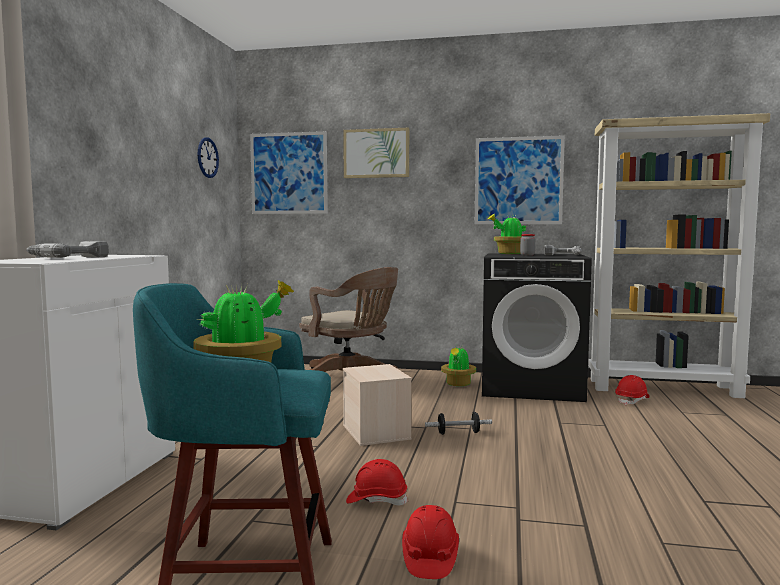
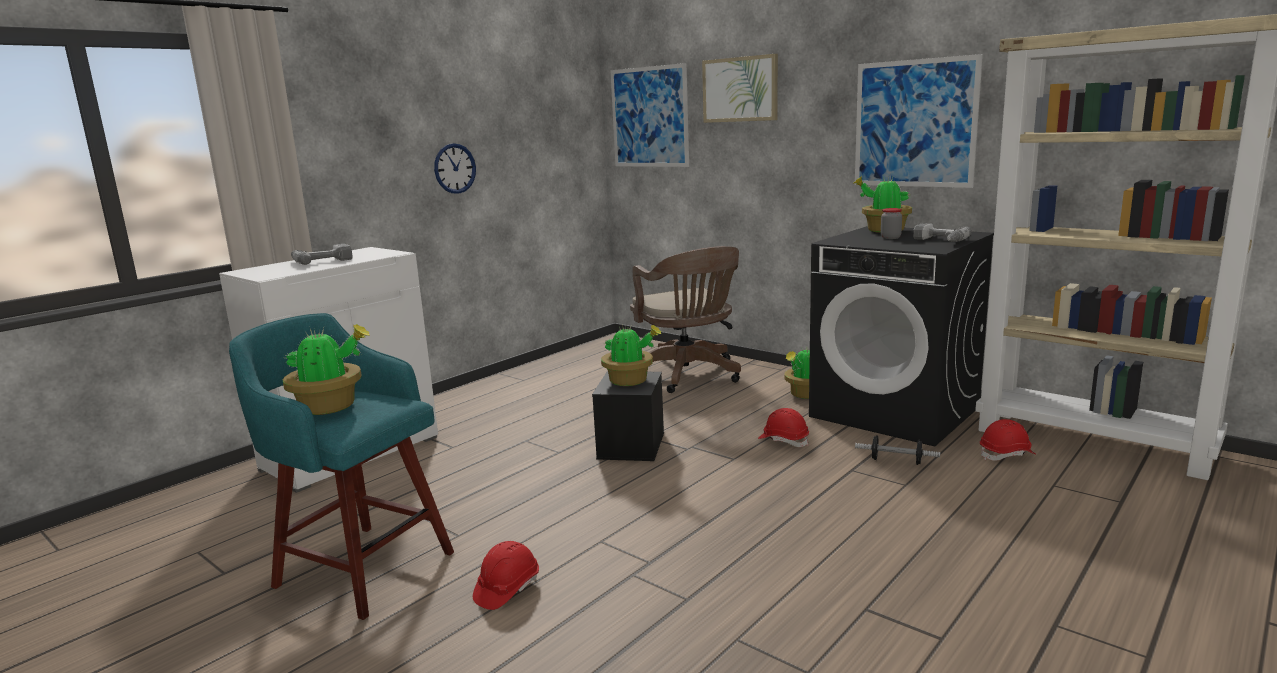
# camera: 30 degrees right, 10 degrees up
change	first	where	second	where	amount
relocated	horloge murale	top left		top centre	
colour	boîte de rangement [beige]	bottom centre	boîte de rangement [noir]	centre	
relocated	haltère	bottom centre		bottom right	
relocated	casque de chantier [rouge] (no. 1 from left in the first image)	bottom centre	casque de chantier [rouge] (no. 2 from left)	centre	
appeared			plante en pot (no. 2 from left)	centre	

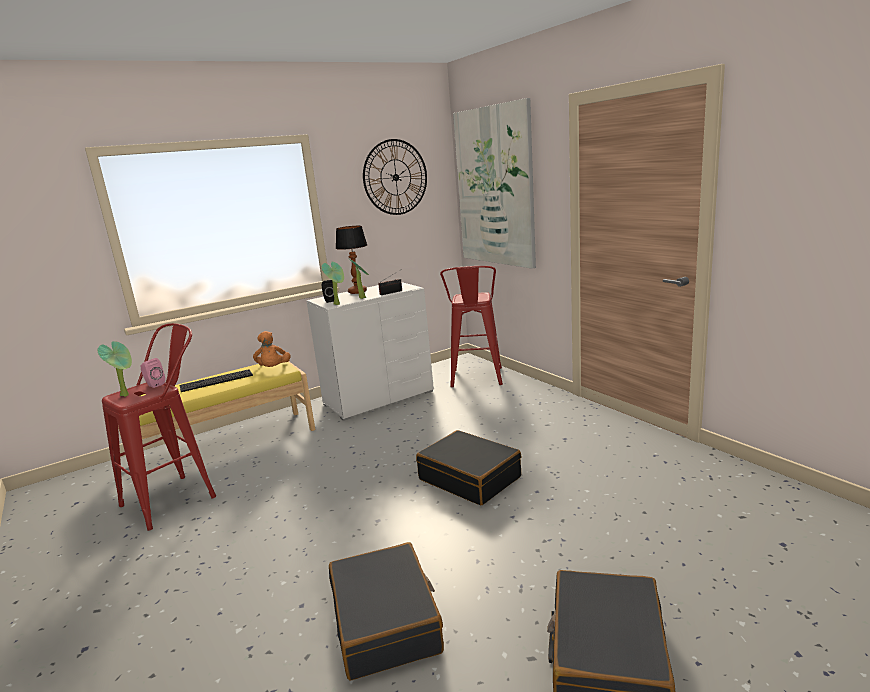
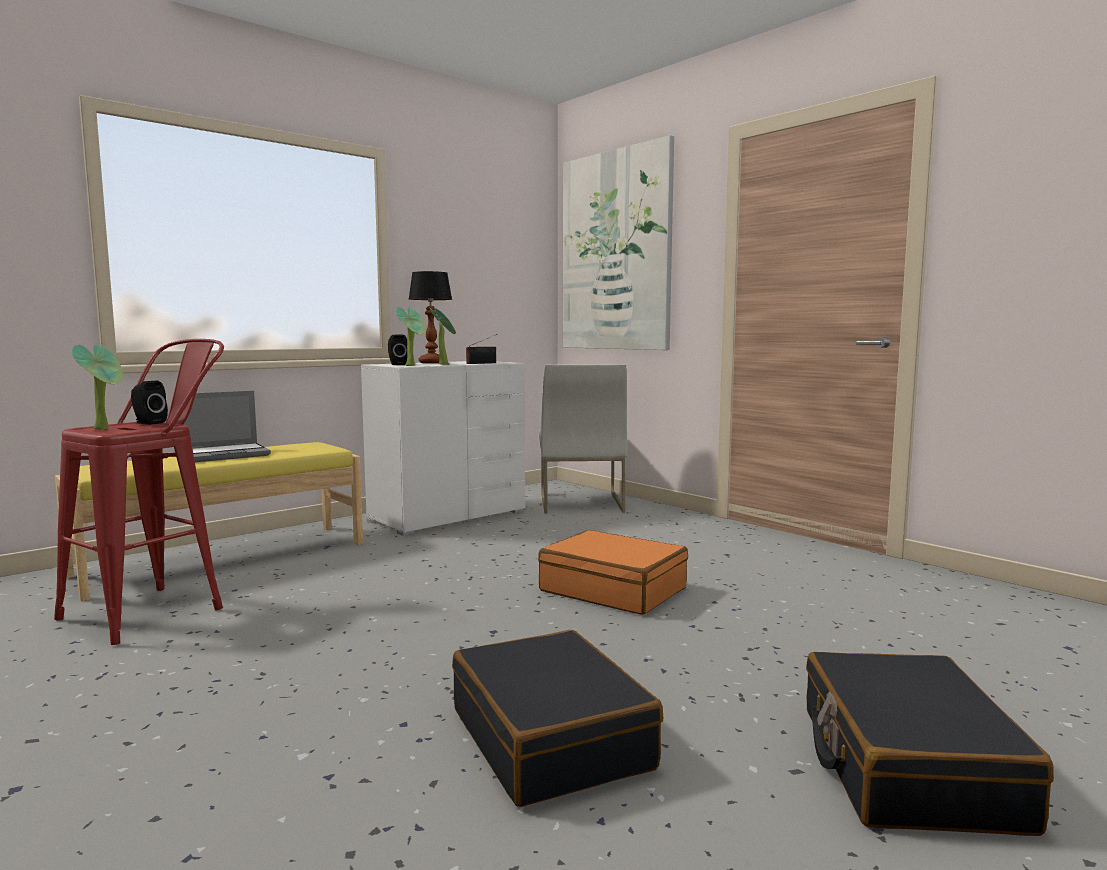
# camera: 10 degrees left, 10 degrees down
change	first	where	second	where	amount
missing	horloge murale	top centre			
exchanged	tabouret [rouge] (no. 2 from left)	centre	chaise [blanc]	centre	
missing	peluche [orange]	middle left			
colour	enceinte [rose]	middle left	enceinte [noir] (no. 1 from left)	middle left	
exchanged	clavier	middle left	ordinateur portable	middle left	
colour	valise [noir] (no. 2 from left)	bottom centre	valise [orange]	centre	

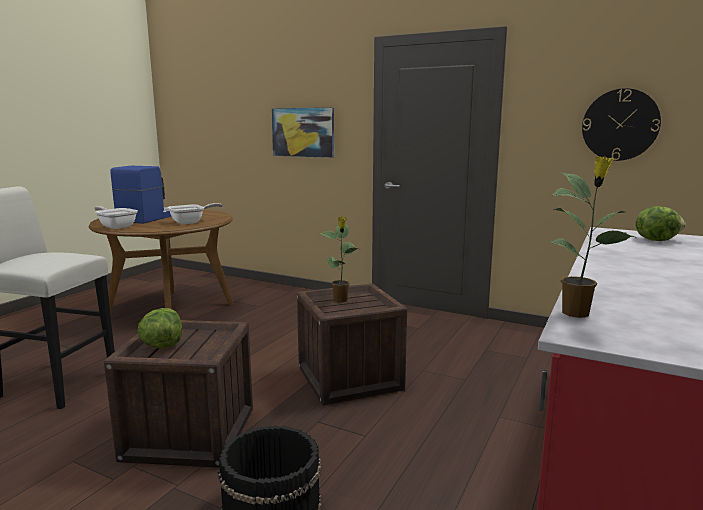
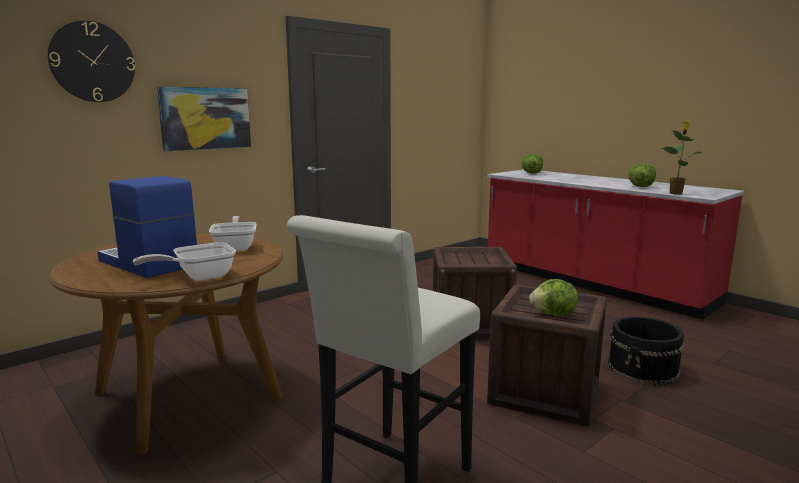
# camera: 70 degrees left, 0 degrees up
change	first	where	second	where	amount
relocated	horloge murale	top right		top left	
missing	plante en pot (no. 1 from left)	centre			
appeared			laitue (no. 3 from left)	middle right	

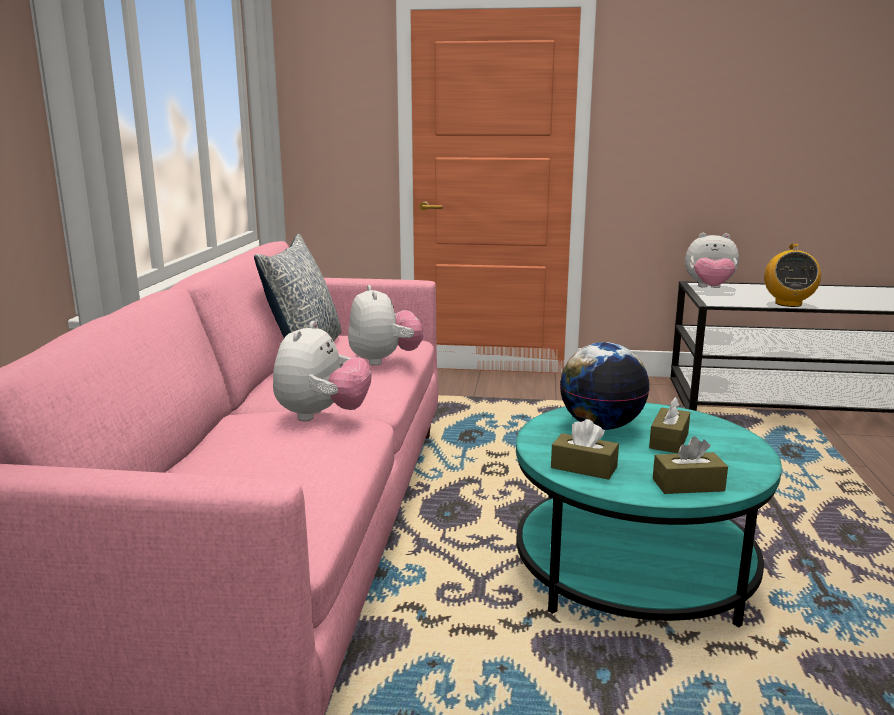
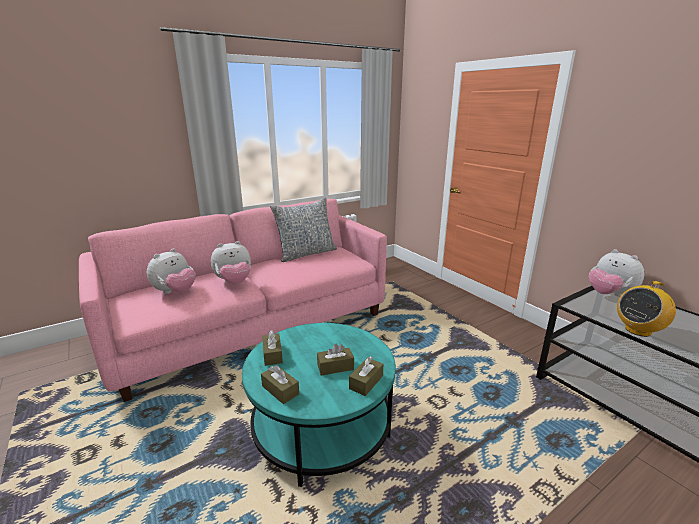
# camera: 50 degrees right, 5 degrees up
change	first	where	second	where	amount
relocated	peluche (no. 2 from left in the first image)	centre	peluche (no. 1 from left)	middle left	
missing	globe	middle right			
appeared			boîte à mouchoirs [marron] (no. 4 from left)	bottom centre	

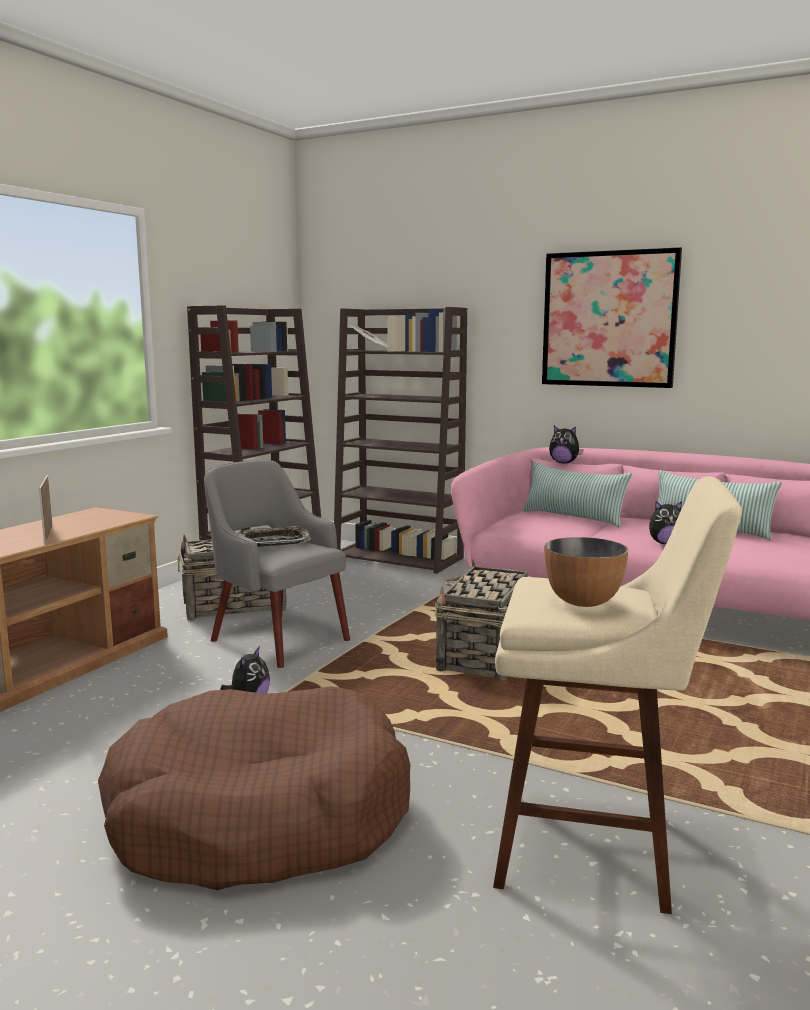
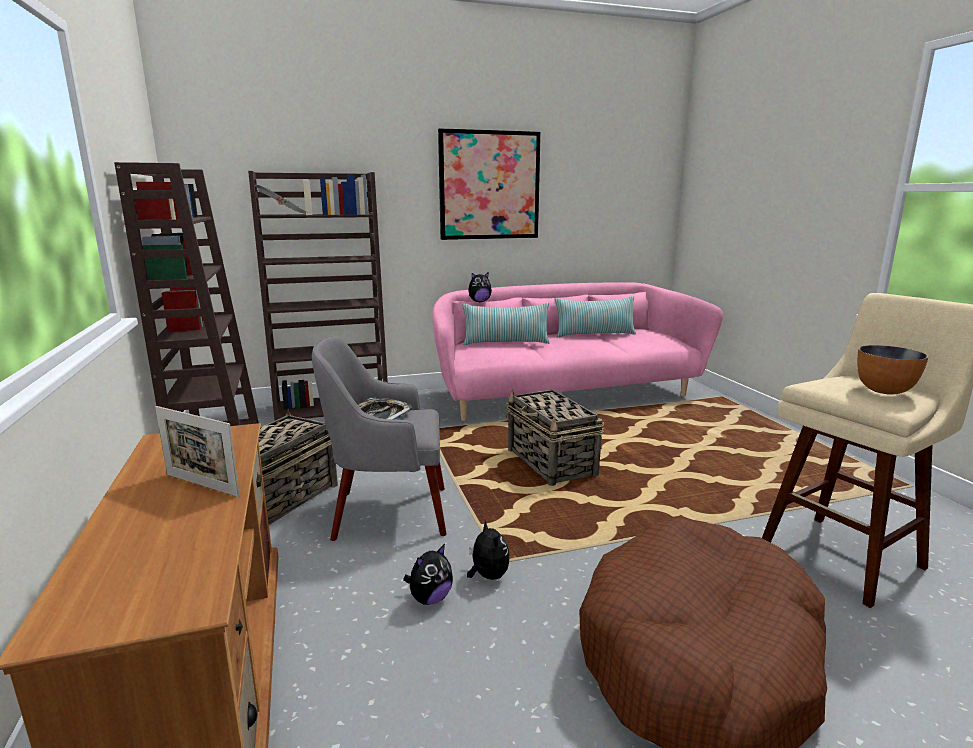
# camera: 45 degrees left, 5 degrees up
change	first	where	second	where	amount
relocated	peluche (no. 3 from left in the first image)	middle right	peluche (no. 1 from left)	bottom centre	

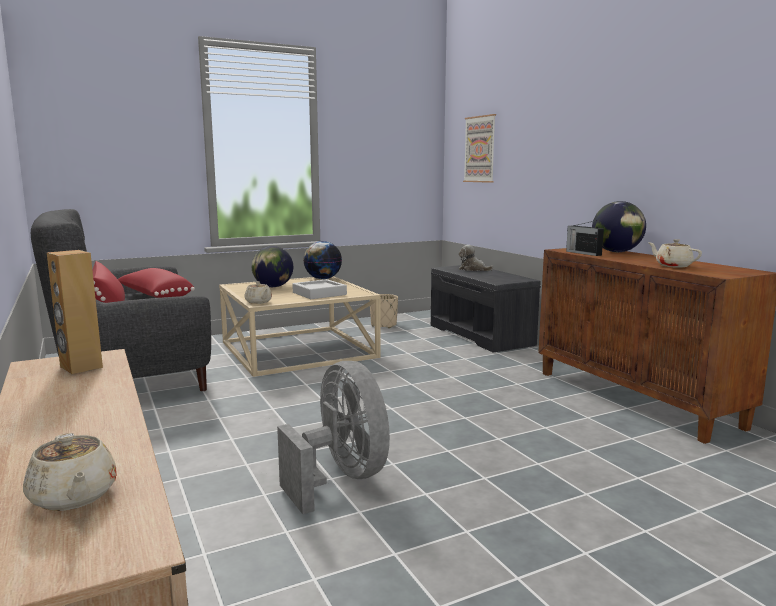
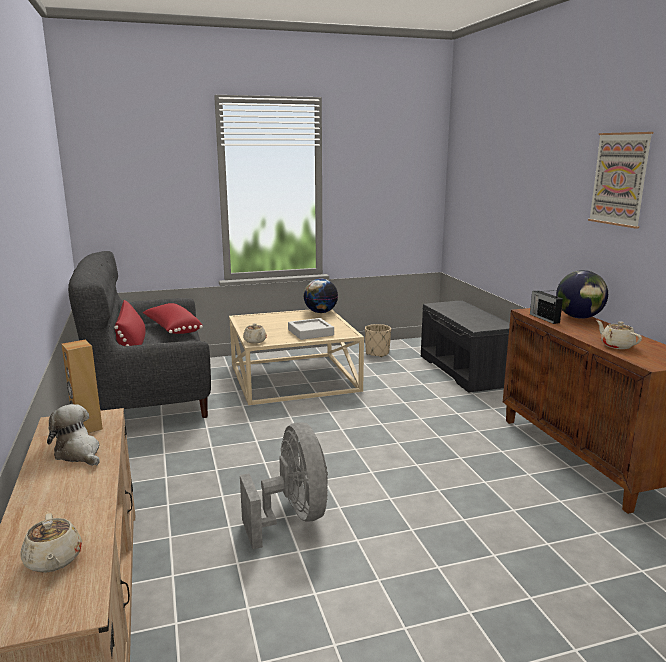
# camera: 10 degrees right, 5 degrees up
change	first	where	second	where	amount
relocated	tableau	top centre		top right	
relocated	peluche	centre		middle left	
missing	globe (no. 1 from left)	centre			

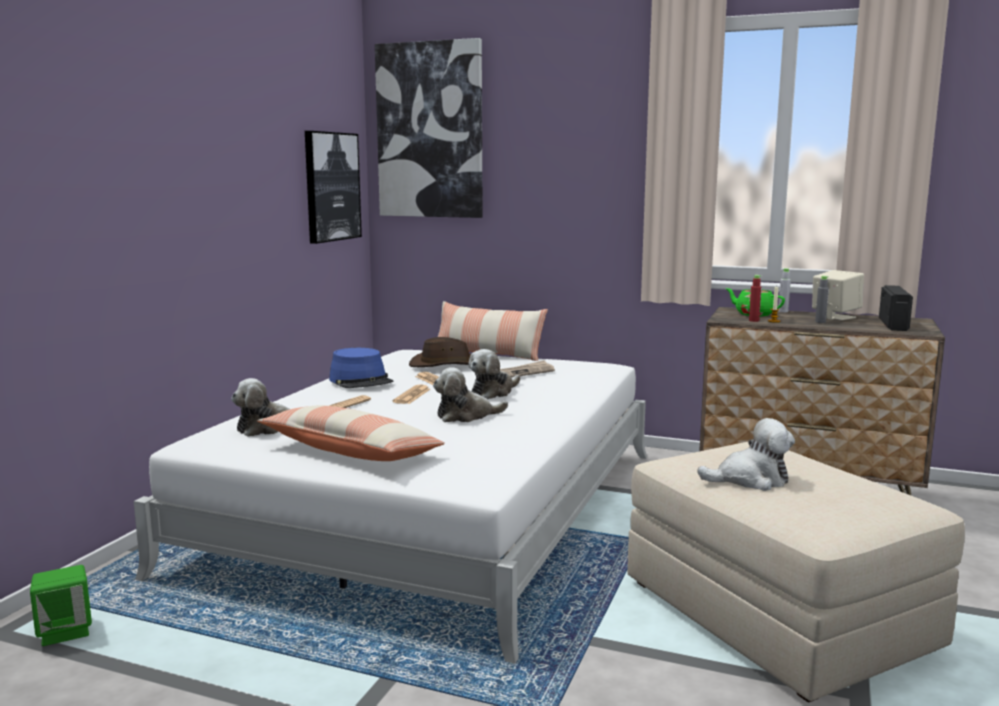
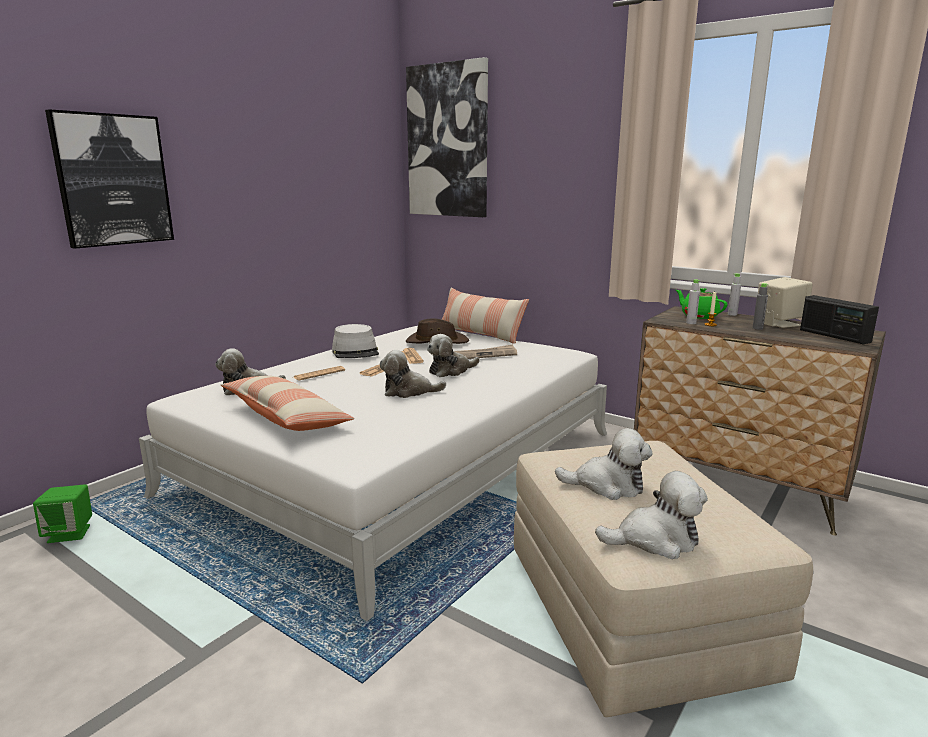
# camera: 15 degrees right, 5 degrees up
change	first	where	second	where	amount
relocated	tableau (no. 1 from left)	top centre		top left	
colour	bouteille [rouge]	middle right	bouteille [gris] (no. 1 from left)	middle right	
spun	radio	middle right		middle right	120 degrees clockwise
colour	chapeau [bleu]	centre	chapeau [gris]	centre	
appeared			peluche (no. 5 from left)	bottom right	

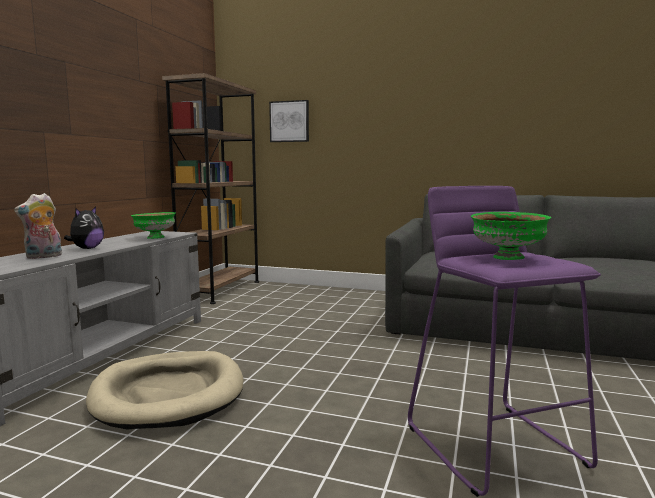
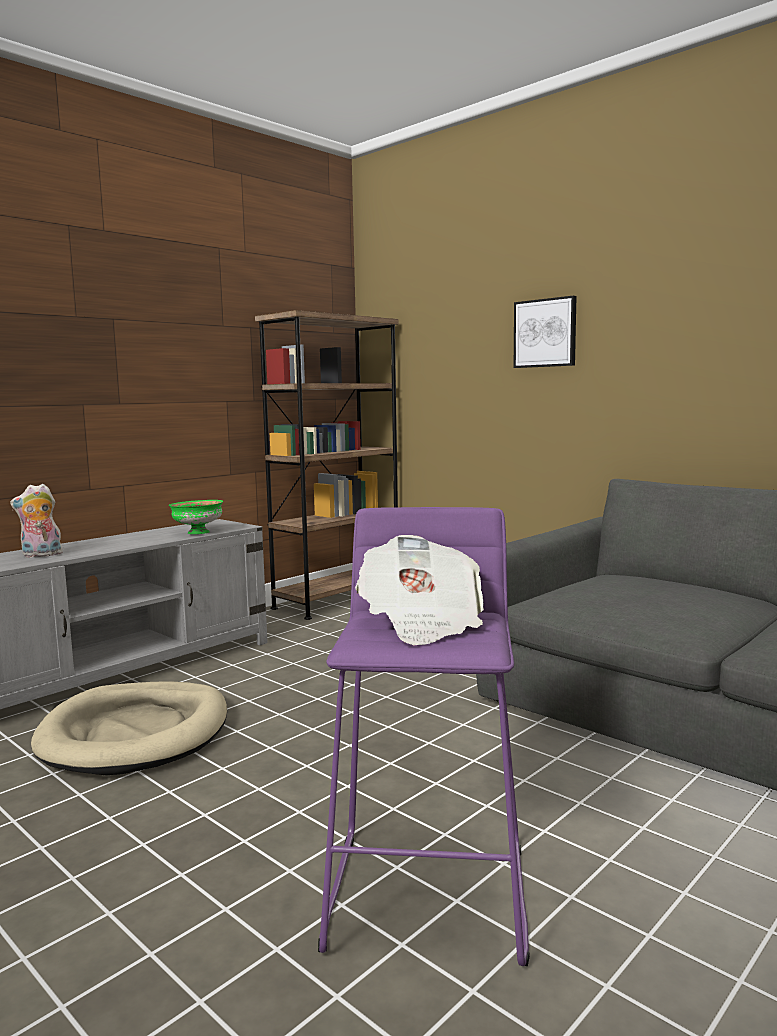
# camera: 25 degrees right, 0 degrees up
change	first	where	second	where	amount
relocated	tableau	top centre		top right	
missing	peluche (no. 2 from left)	middle left			
exchanged	bol [vert] (no. 2 from left)	middle right	journal	centre	

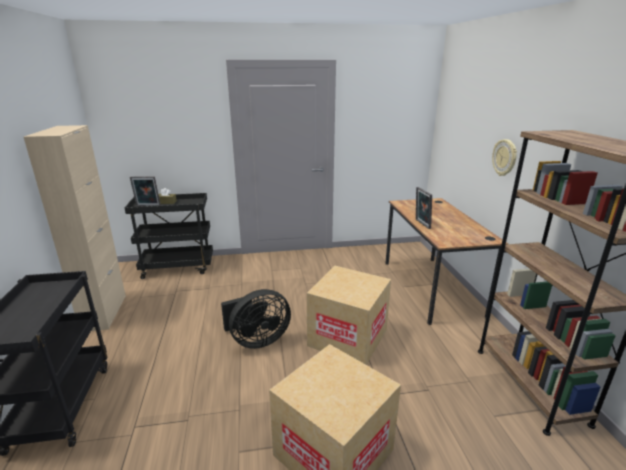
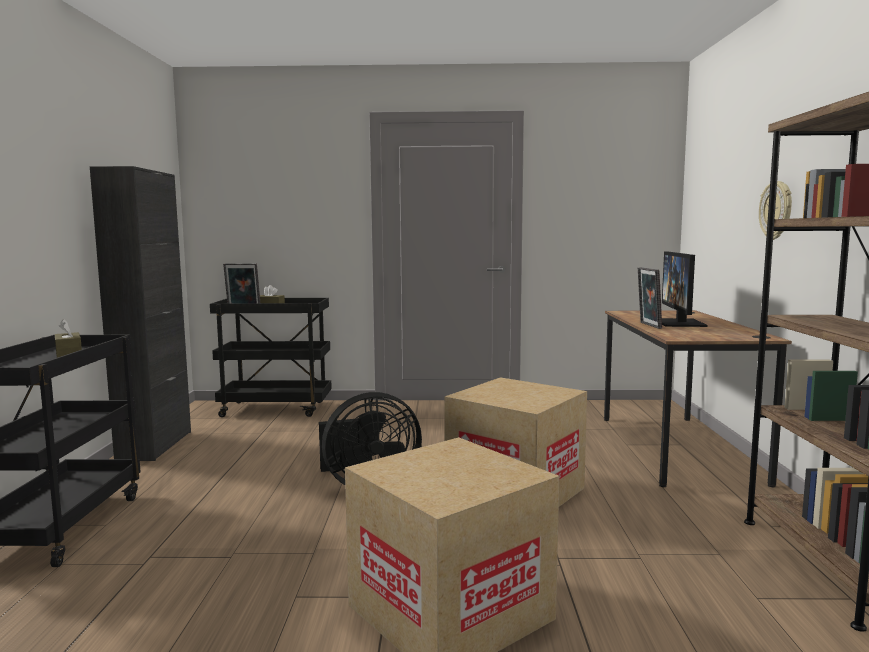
# camera: 10 degrees right, 15 degrees down
change	first	where	second	where	amount
colour	meuble de rangement [beige]	middle left	meuble de rangement [noir]	middle left	
appeared			écran d'ordinateur	middle right	
appeared			boîte à mouchoirs [marron] (no. 1 from left)	middle left	

